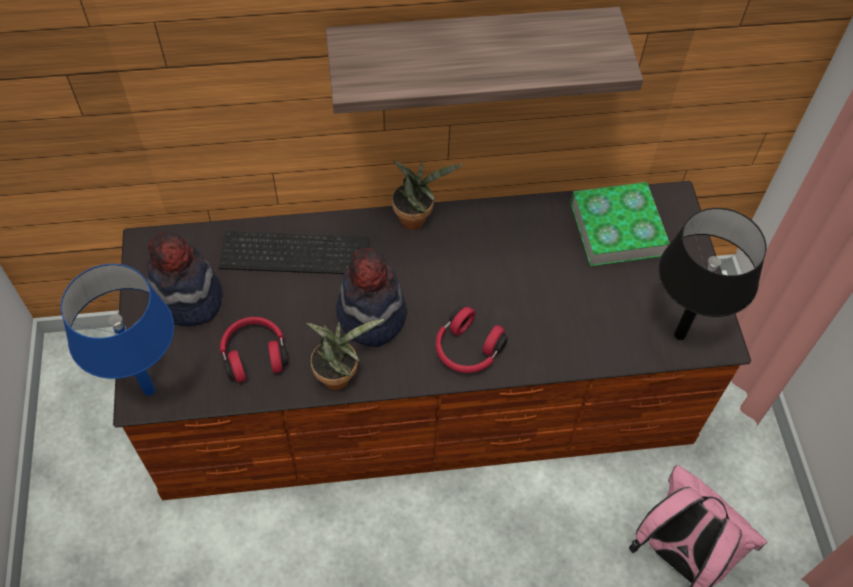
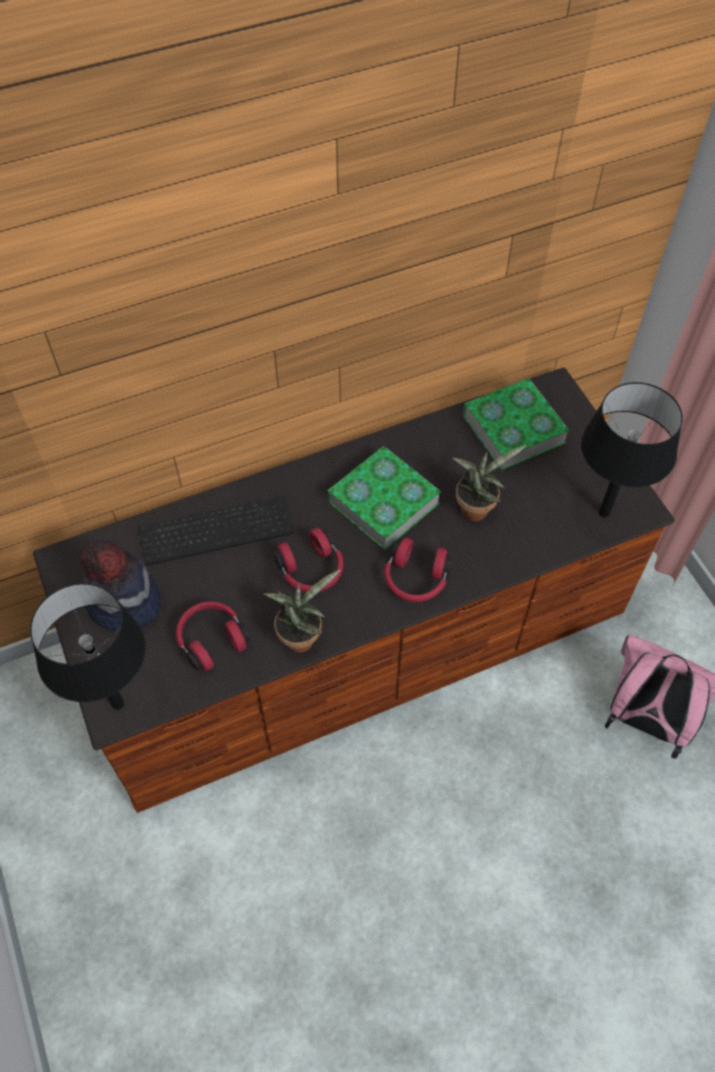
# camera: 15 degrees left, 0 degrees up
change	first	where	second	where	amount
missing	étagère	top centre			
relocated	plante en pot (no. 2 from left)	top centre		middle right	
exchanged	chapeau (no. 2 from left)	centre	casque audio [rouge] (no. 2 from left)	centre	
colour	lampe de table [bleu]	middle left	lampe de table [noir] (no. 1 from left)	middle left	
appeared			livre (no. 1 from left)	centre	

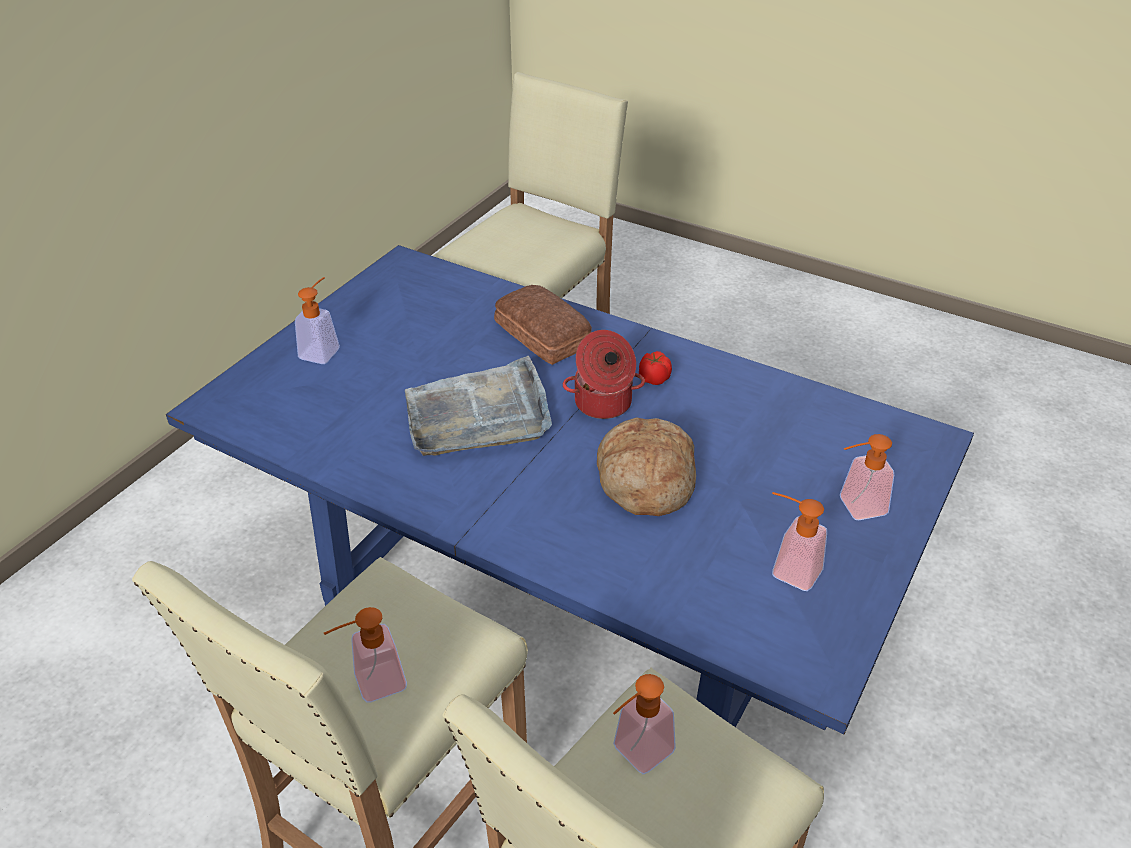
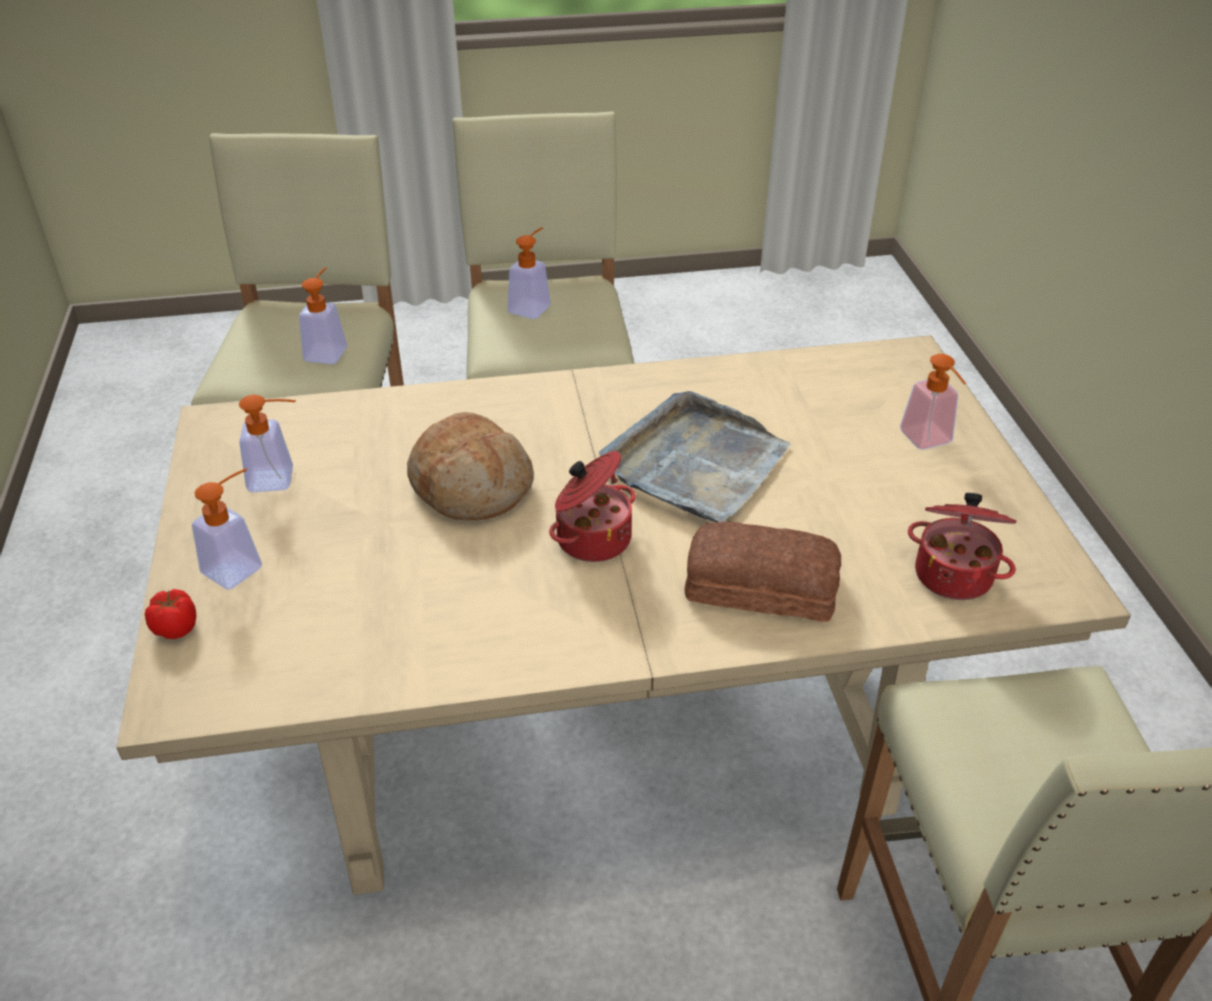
# camera: 140 degrees right, 0 degrees up
change	first	where	second	where	amount
colour	table à manger [bleu]	centre	table à manger [beige]	centre	
relocated	tomate	centre		middle left	
appeared			marmite (no. 2 from left)	middle right	

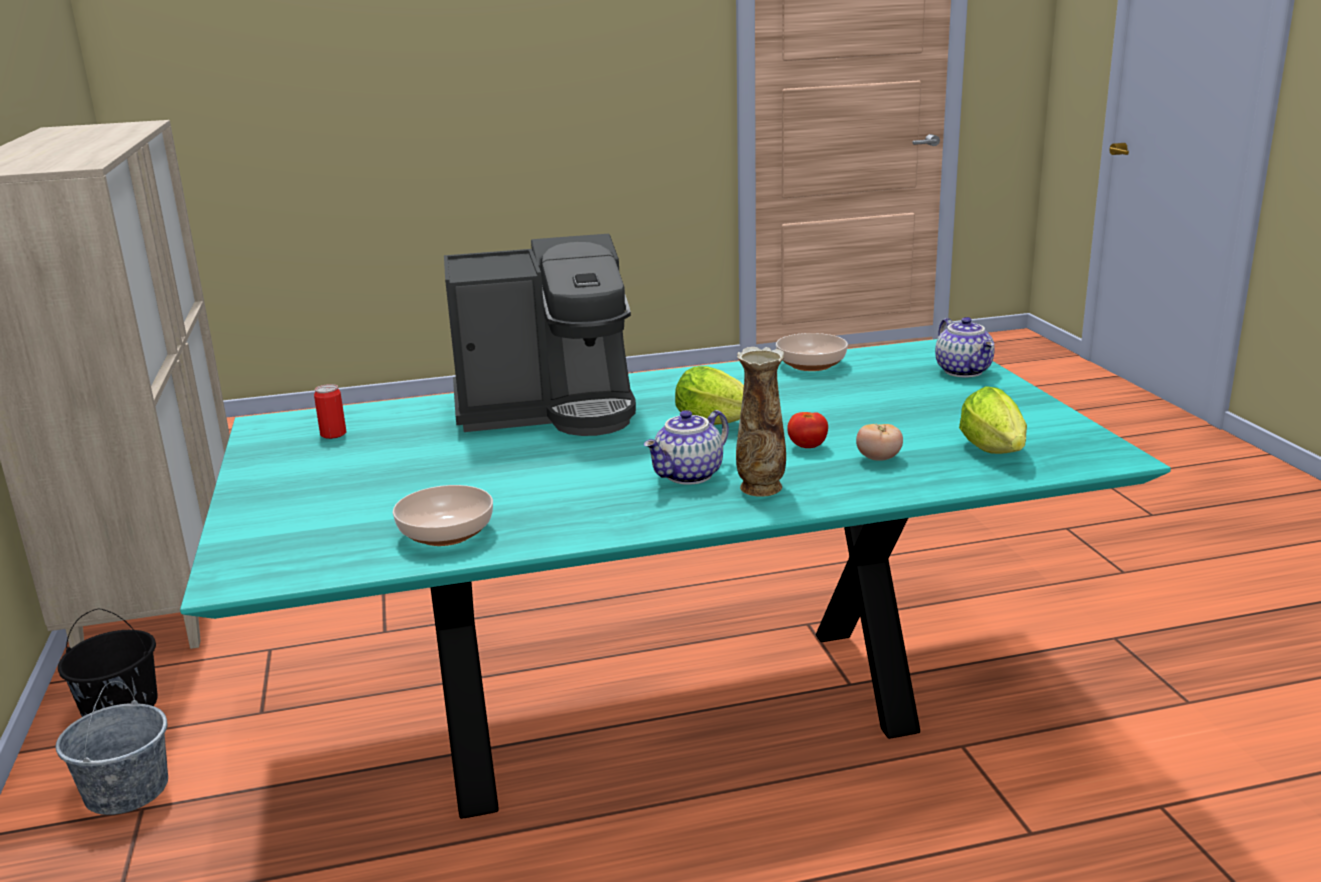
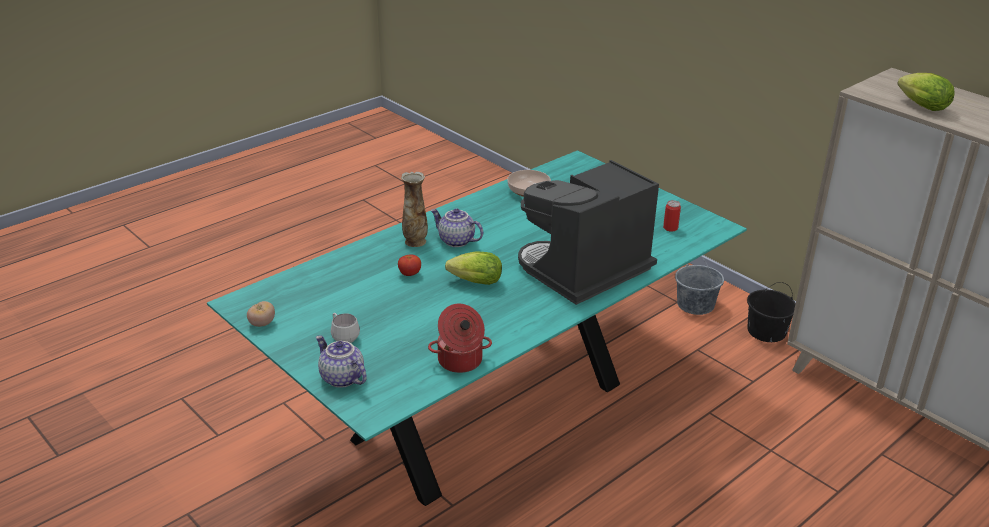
# camera: 150 degrees right, 10 degrees up
change	first	where	second	where	amount
exchanged	bol (no. 2 from left)	centre	marmite	centre	
relocated	laitue (no. 2 from left)	middle right		top right	
spun	théière (no. 1 from left in the first image)	centre	théière (no. 2 from left)	centre	75 degrees counterclockwise
relocated	tomate (no. 2 from left in the first image)	centre	tomate (no. 1 from left)	middle left	
appeared			mug [blanc]	centre	

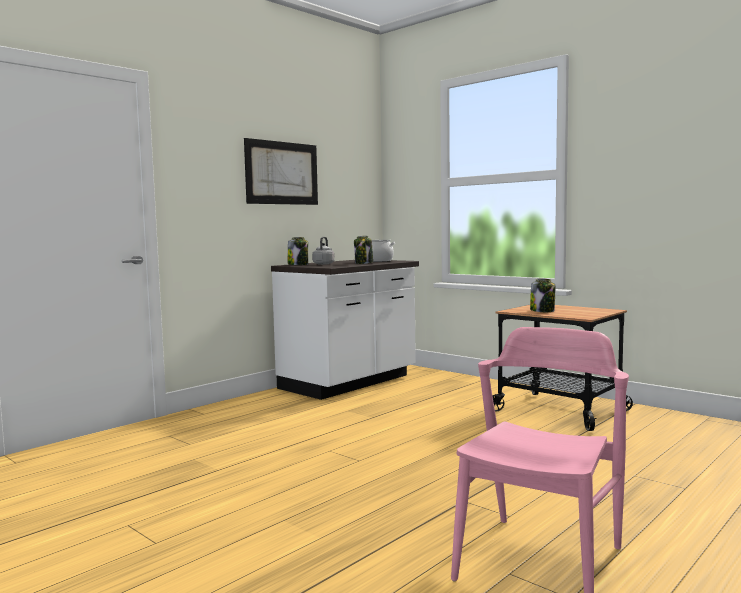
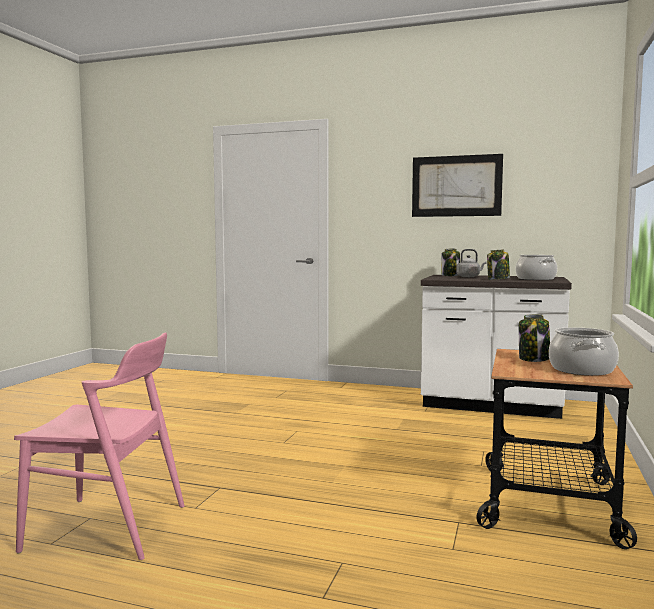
# camera: 65 degrees right, 0 degrees up
change	first	where	second	where	amount
appeared			marmite (no. 2 from left)	middle right	

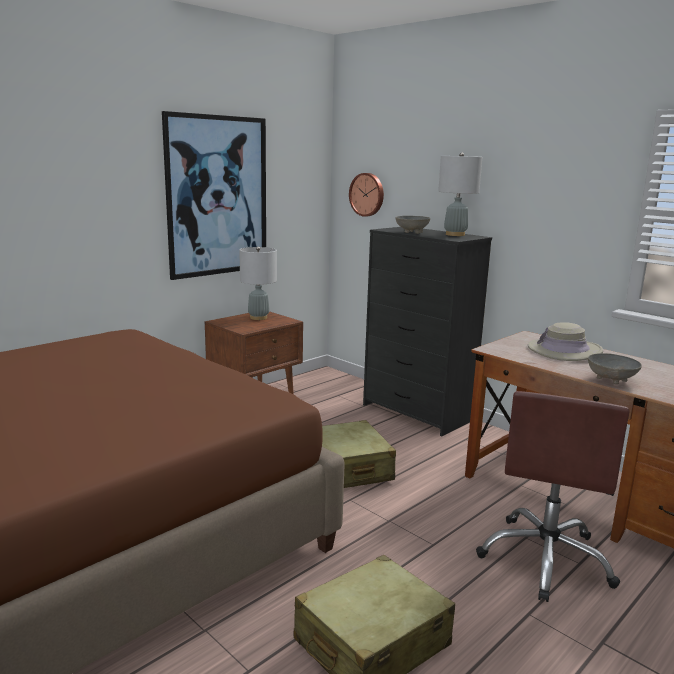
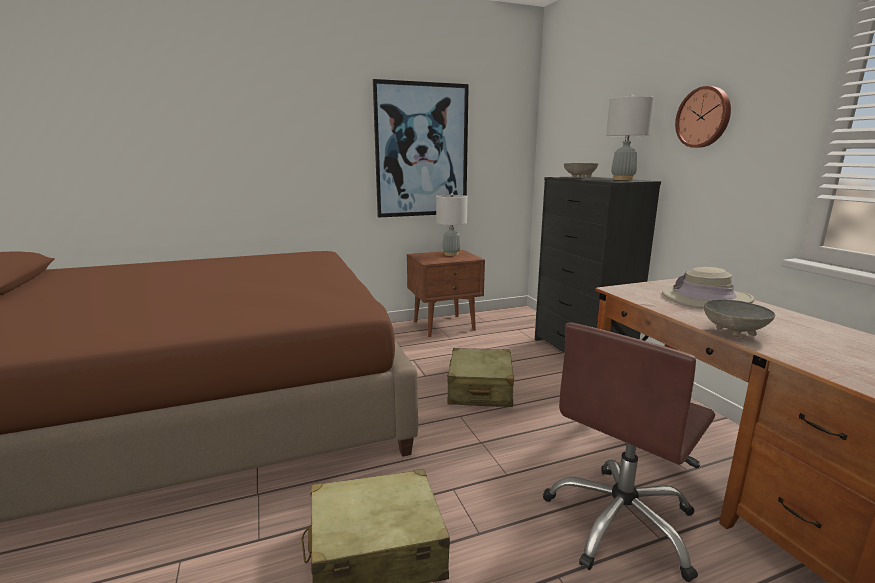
# camera: 25 degrees right, 0 degrees up
change	first	where	second	where	amount
relocated	horloge murale	top centre		top right	

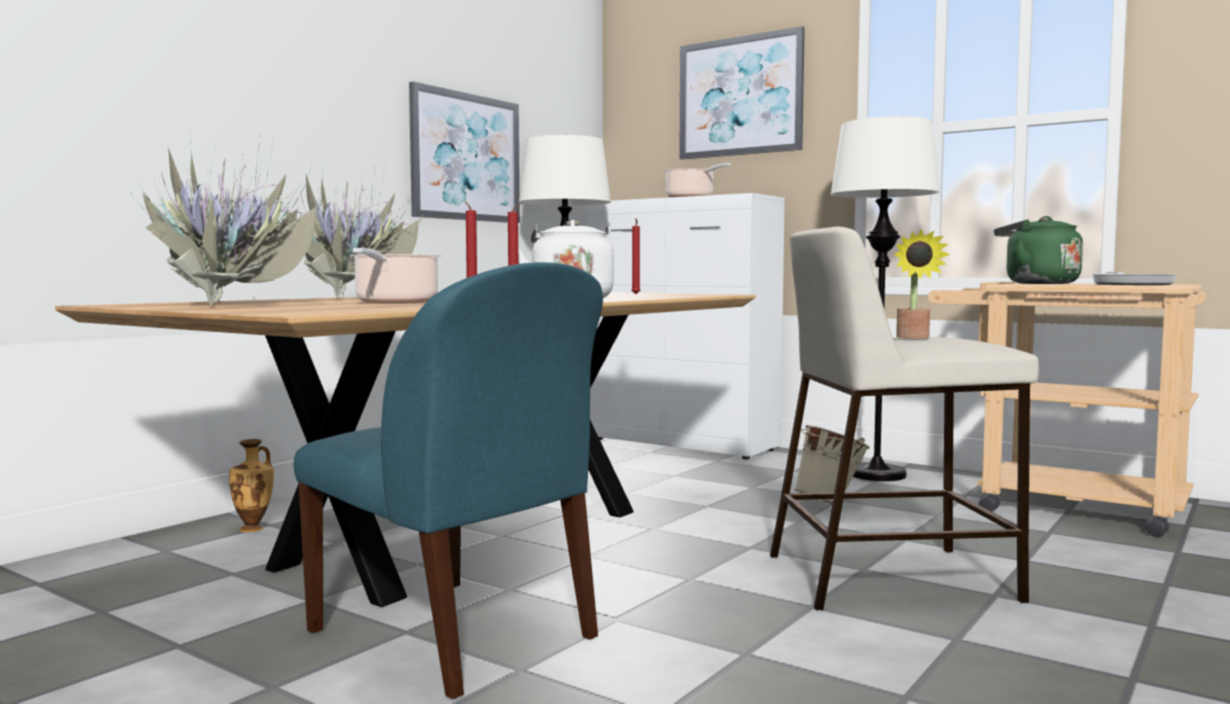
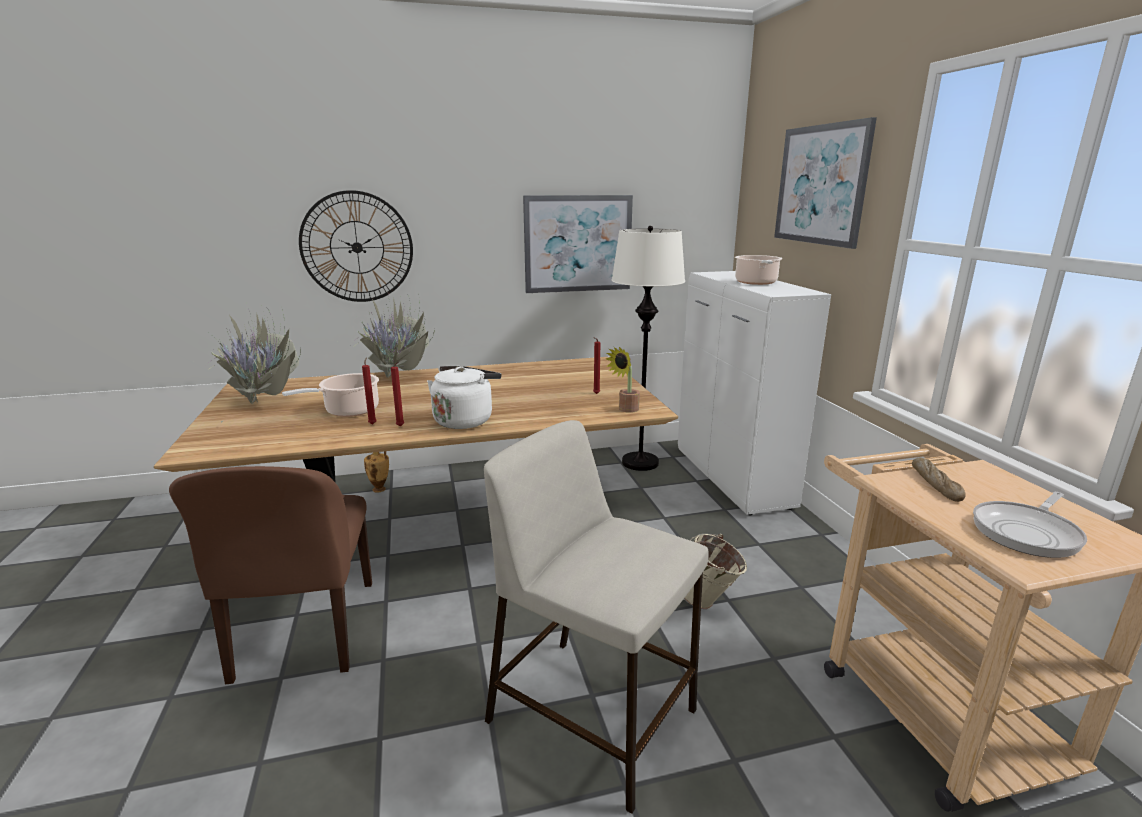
# camera: 40 degrees right, 15 degrees up
change	first	where	second	where	amount
missing	lampadaire [blanc] (no. 2 from left)	middle right			
exchanged	bouilloire [vert]	middle right	pain	middle right	
relocated	plante en pot (no. 3 from left)	middle right		centre	
colour	chaise [bleu]	bottom centre	chaise [marron]	bottom left	
appeared			horloge murale	top left	

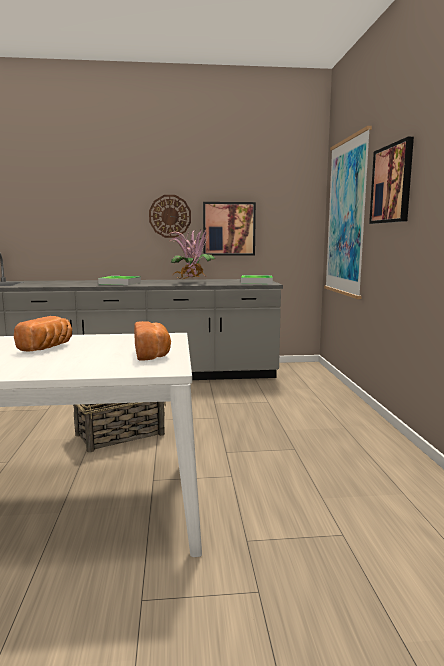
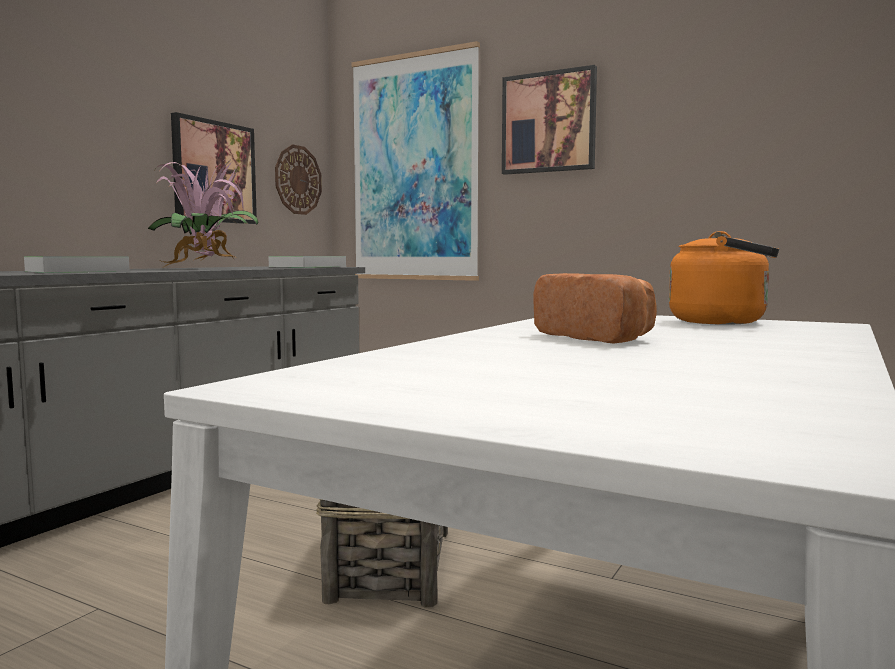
# camera: 55 degrees left, 5 degrees down
change	first	where	second	where	amount
relocated	horloge murale	top centre		top left	
exchanged	pain (no. 2 from left)	centre	bouilloire [orange]	middle right	

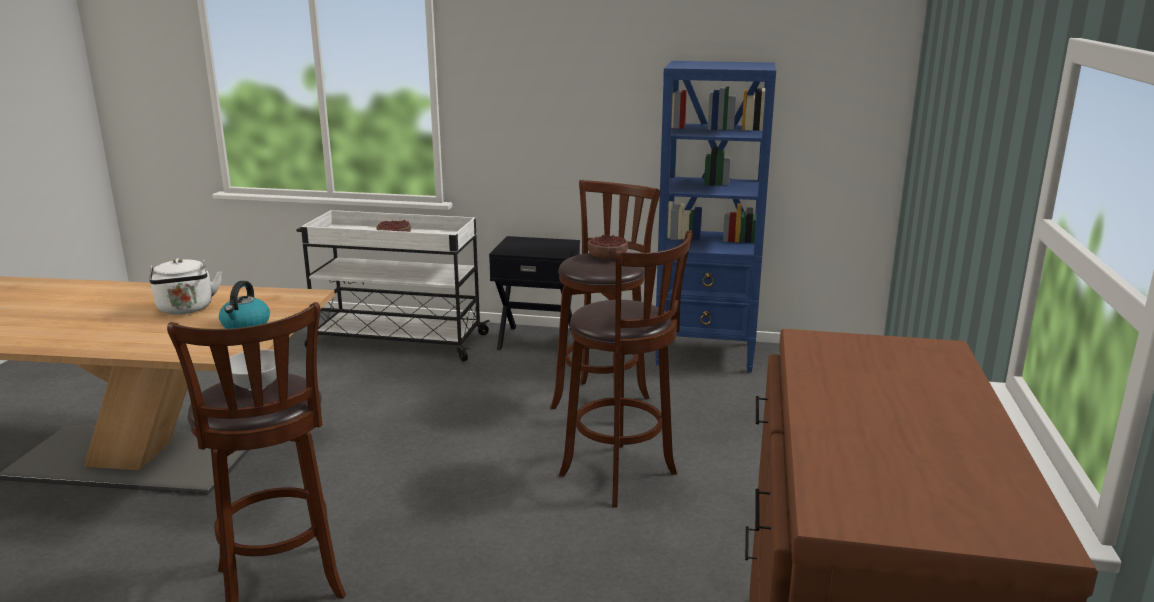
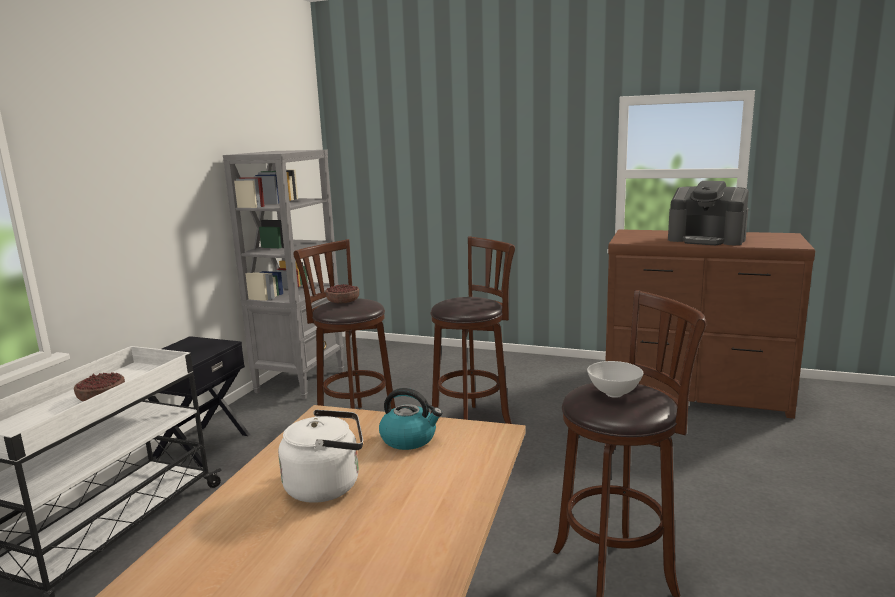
# camera: 80 degrees left, 5 degrees down
change	first	where	second	where	amount
colour	bibliothèque [bleu]	centre	bibliothèque [gris]	middle left	
appeared			machine à café	middle right	

